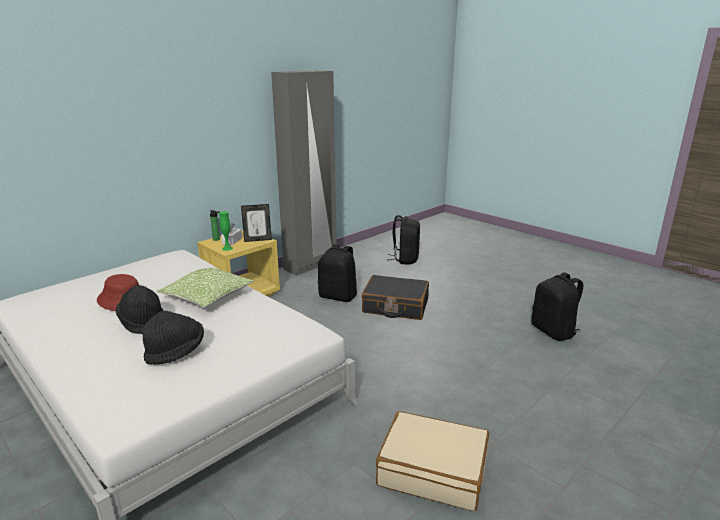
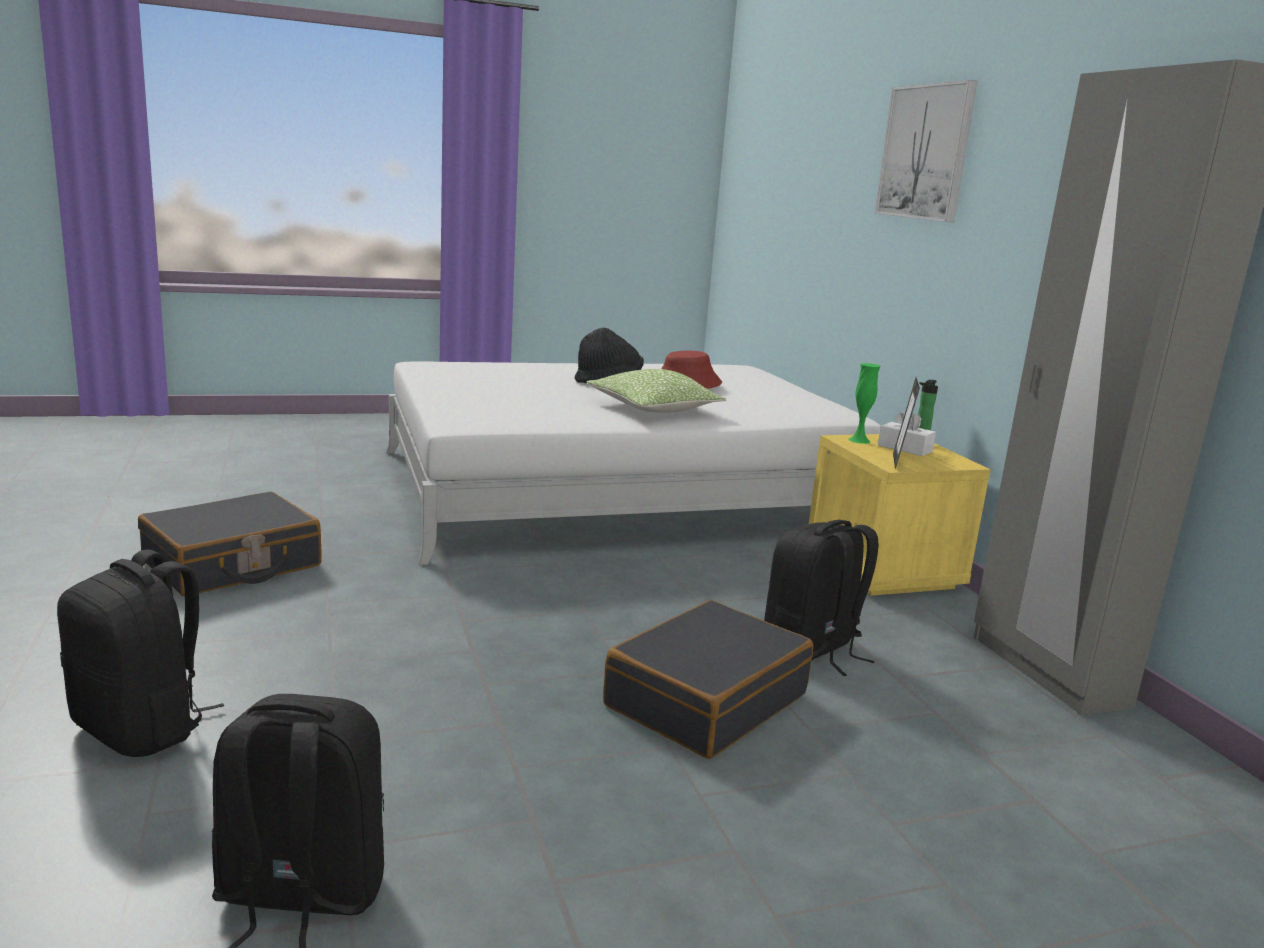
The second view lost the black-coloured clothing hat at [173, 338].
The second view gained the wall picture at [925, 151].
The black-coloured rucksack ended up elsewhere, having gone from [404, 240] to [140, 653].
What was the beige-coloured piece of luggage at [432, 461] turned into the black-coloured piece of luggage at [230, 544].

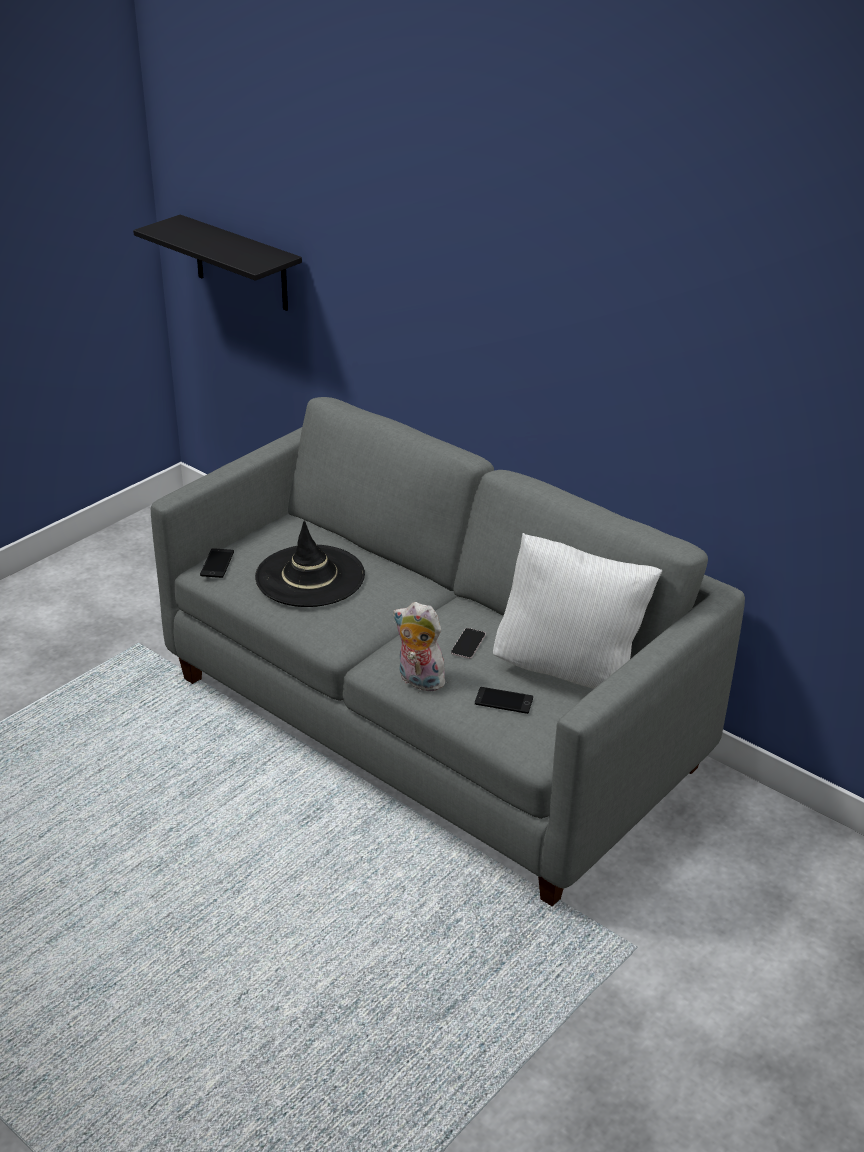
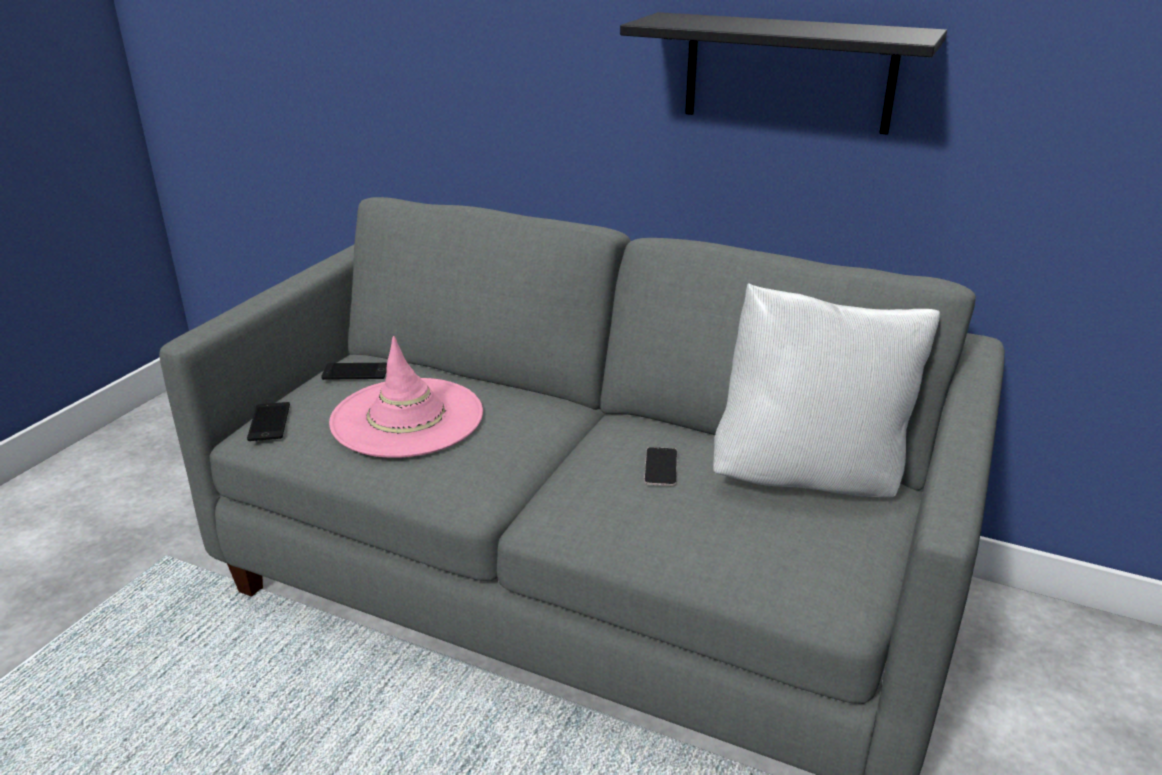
The second view lost the cuddly toy at [419, 646].
The black-coloured shelf ended up elsewhere, having gone from [217, 263] to [783, 73].
The phone ended up elsewhere, having gone from [504, 700] to [354, 371].
What was the black-coloured clothing hat at [310, 564] turned into the pinkish clothing hat at [406, 397].

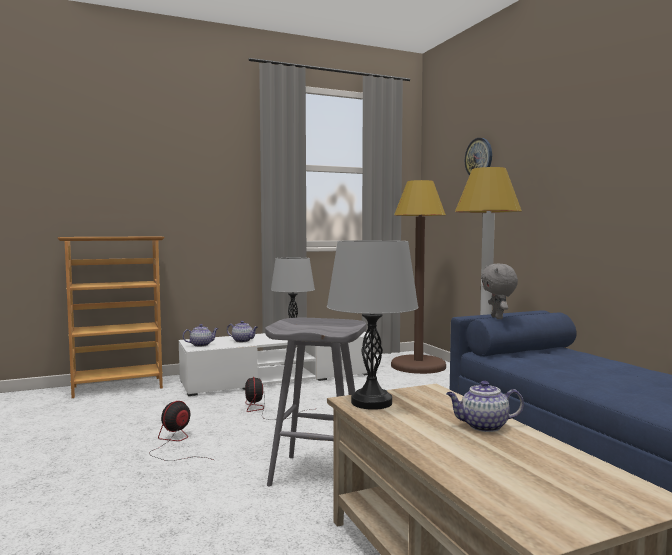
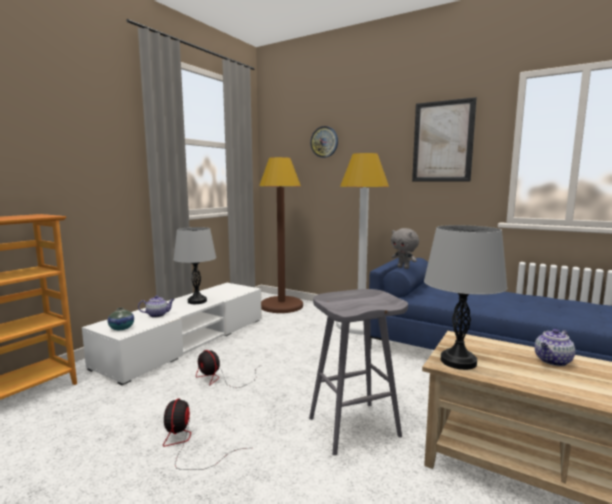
The second view gained the wall picture at [444, 139].
Where the tea pot stood at [201, 335], the flower vase came to stand at [121, 319].

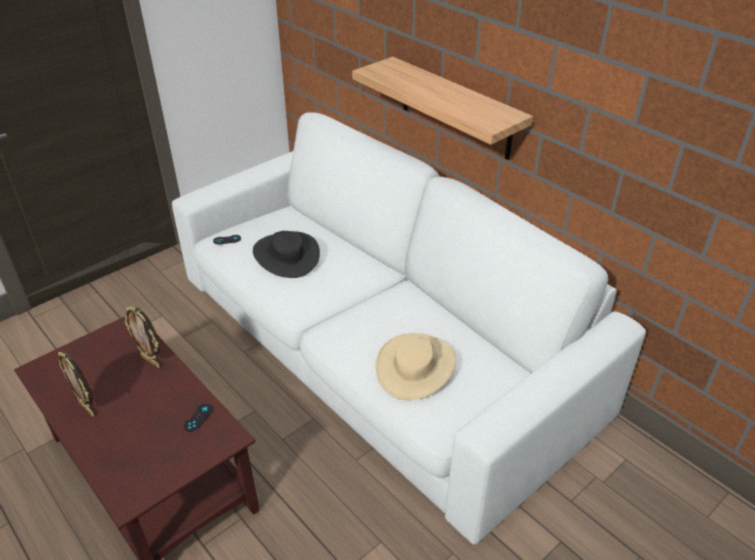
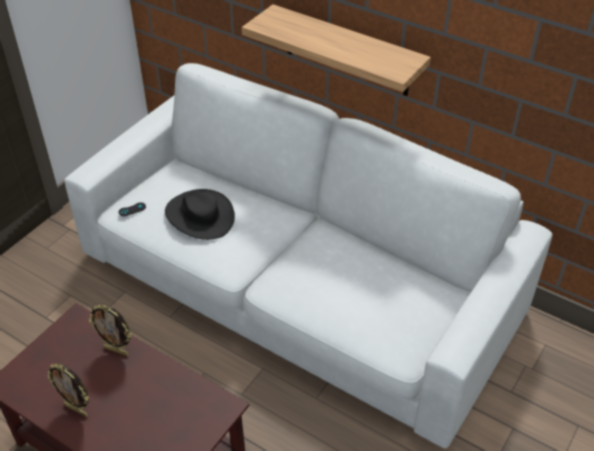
The second view lost the black-coloured game controller at [198, 418].
The second view lost the beige-coloured clothing hat at [416, 366].

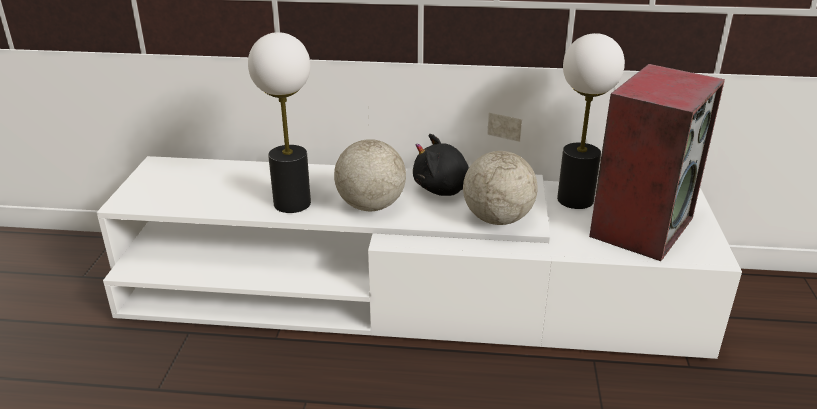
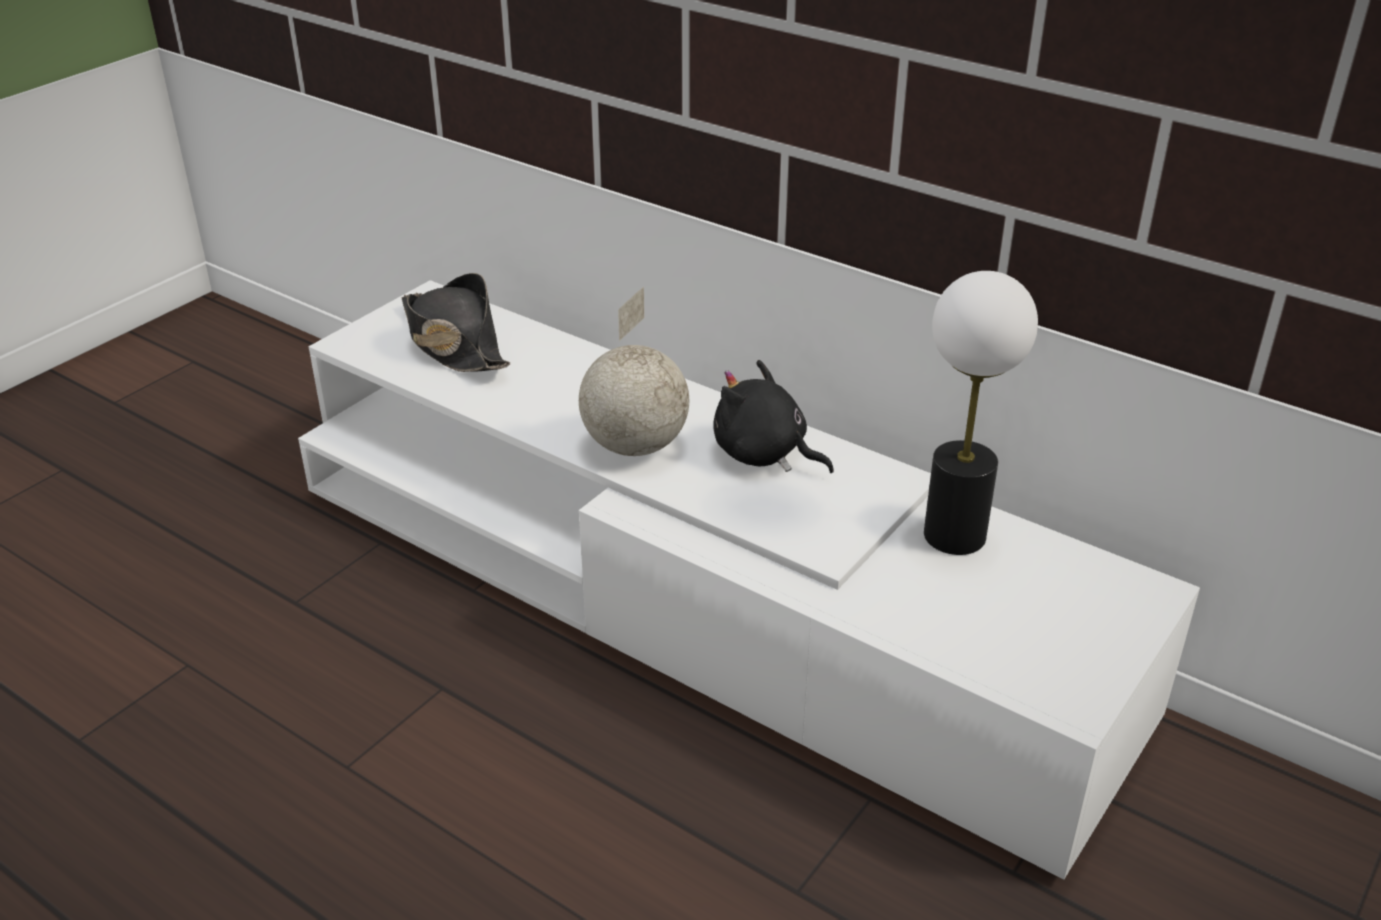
The second view lost the tabletop lamp at [279, 122].
The second view lost the world globe at [500, 169].
The second view lost the audio speaker at [657, 162].
The second view gained the black-coloured clothing hat at [455, 322].

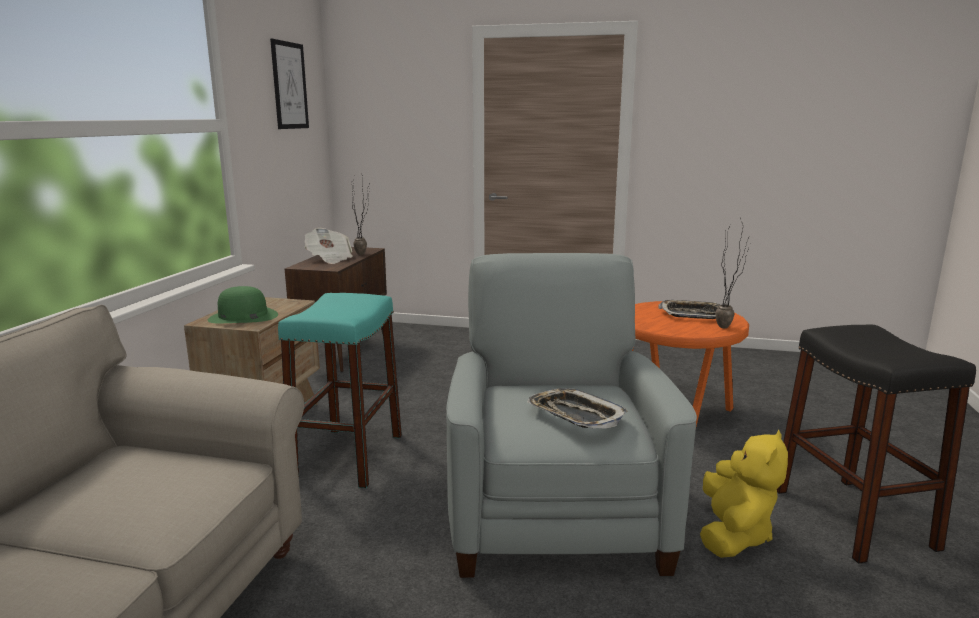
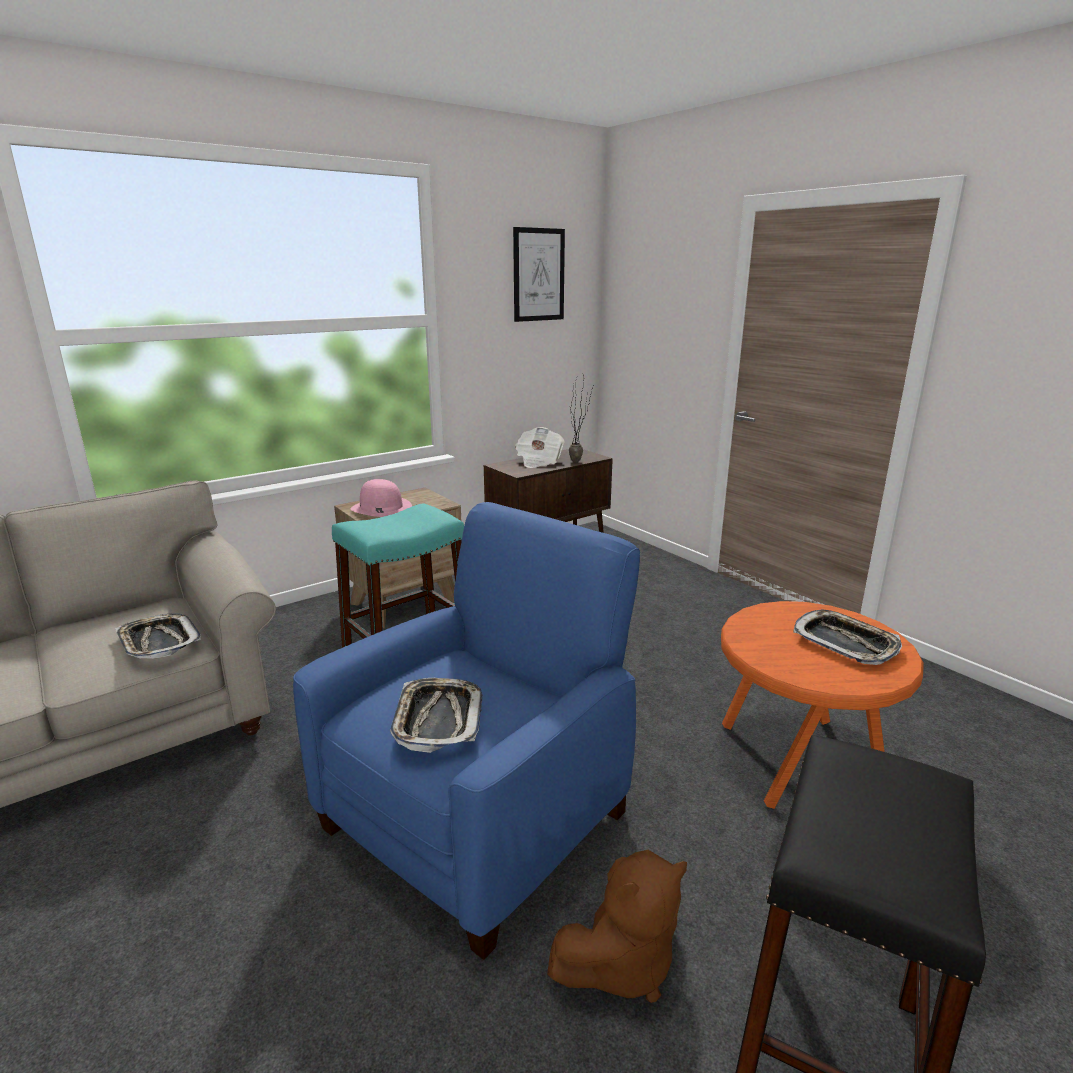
The second view lost the potted plant at [734, 273].
The second view gained the carrying tray at [158, 636].
What was the green clothing hat at [243, 304] turned into the pinkish clothing hat at [381, 498].
What was the grey easy chair at [571, 415] turned into the blue easy chair at [466, 731].
What was the yellow cuddly toy at [744, 494] turned into the brownish cuddly toy at [617, 926].

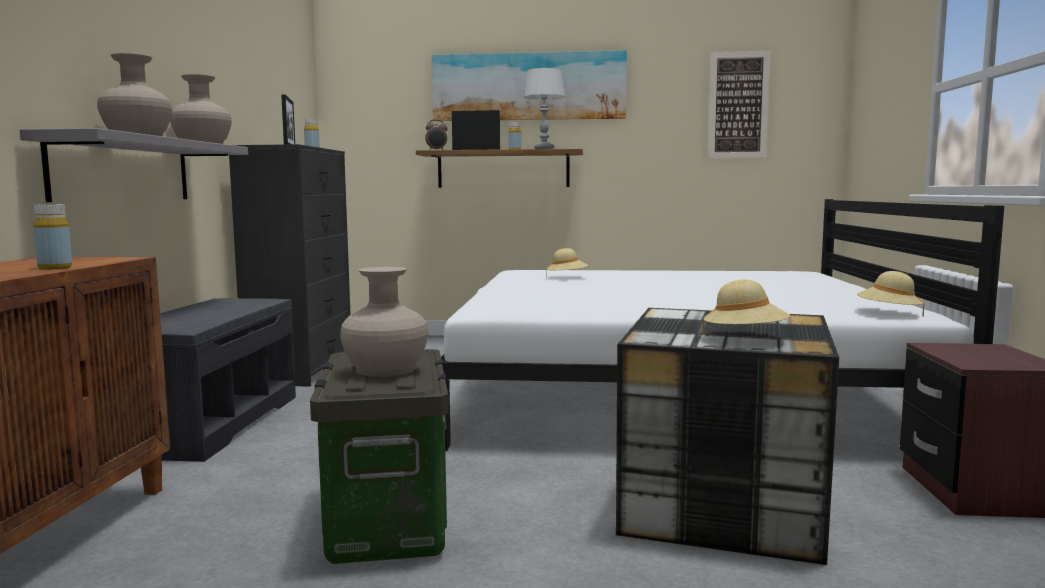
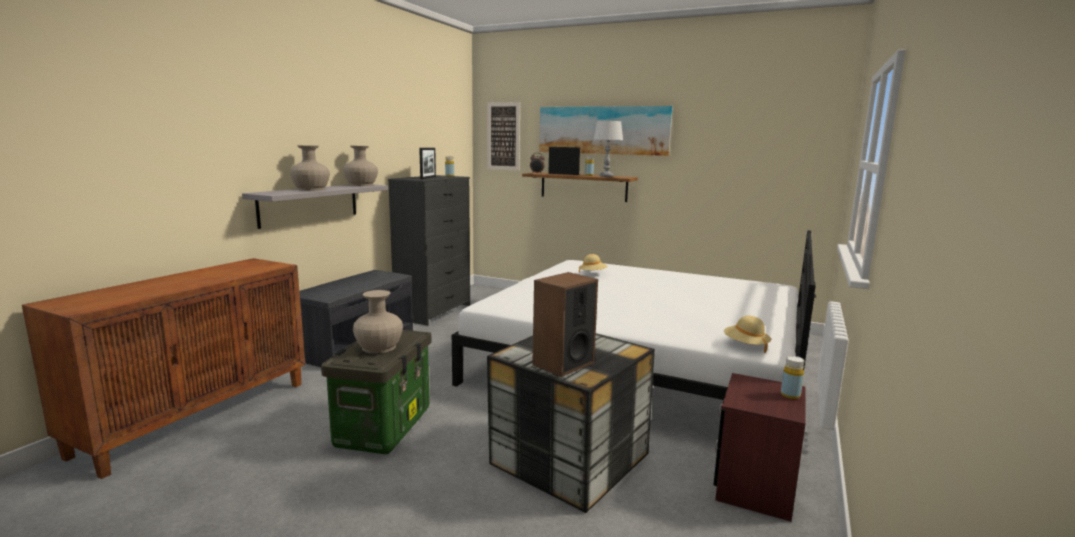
The yellow bottle ended up elsewhere, having gone from [52, 237] to [792, 377].
The wall picture ended up elsewhere, having gone from [739, 104] to [503, 136].
Where the beige-coloured clothing hat stood at [746, 307], the audio speaker came to stand at [565, 324].

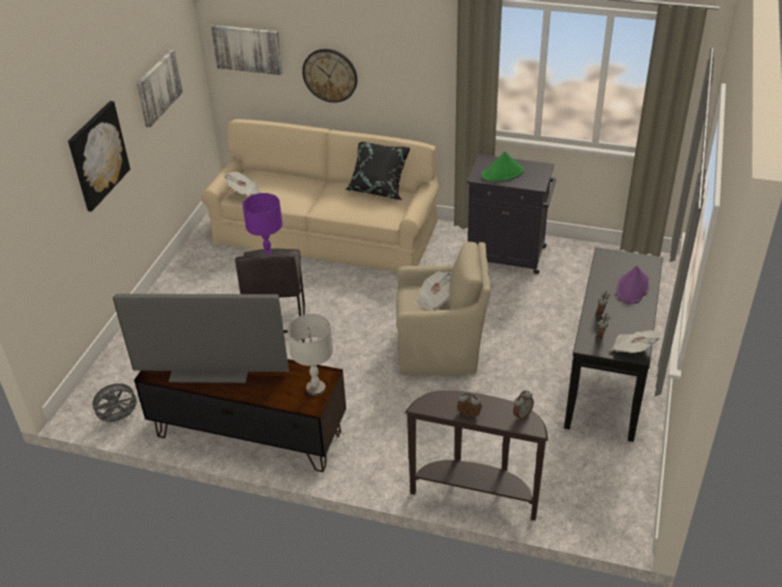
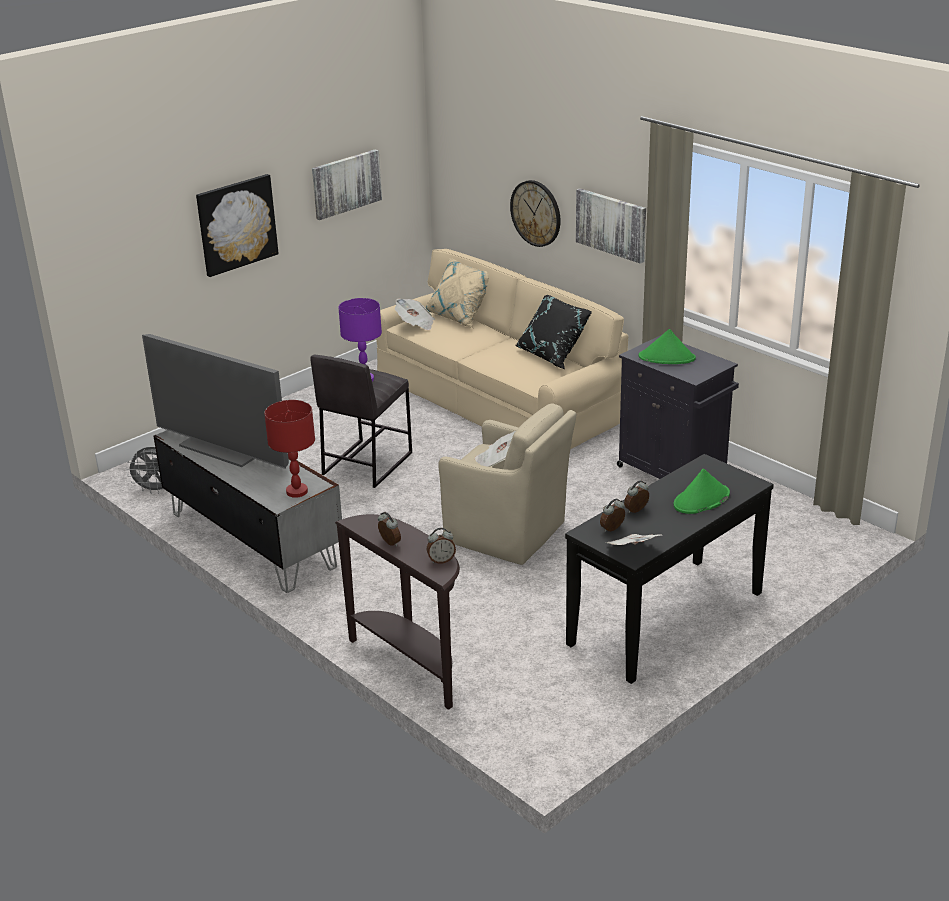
The second view gained the beige-coloured pillow at [457, 293].
The wall picture ended up elsewhere, having gone from [247, 50] to [611, 226].
What was the brownish tv stand at [240, 415] turned into the grey tv stand at [248, 511].
What was the grey tabletop lamp at [310, 355] turned into the red-coloured tabletop lamp at [289, 449].
What was the purple clothing hat at [633, 285] turned into the green clothing hat at [702, 491].

